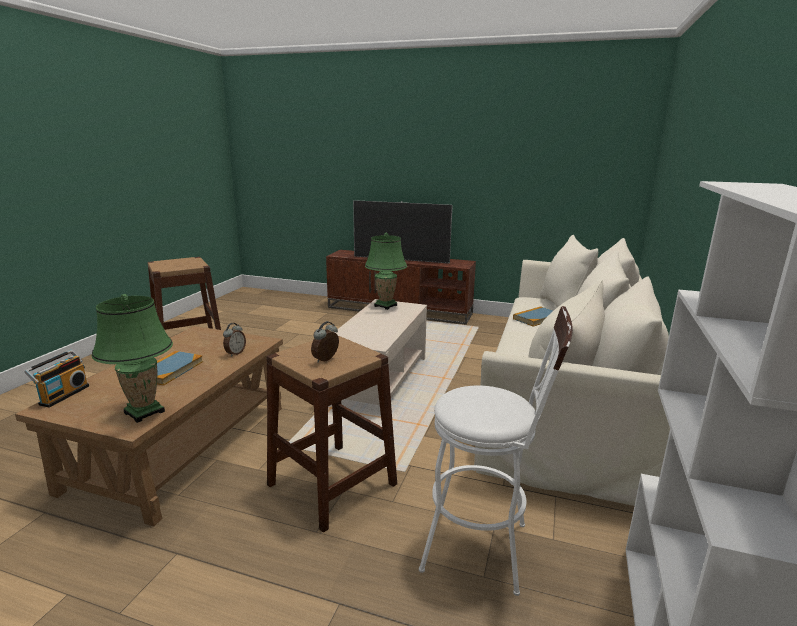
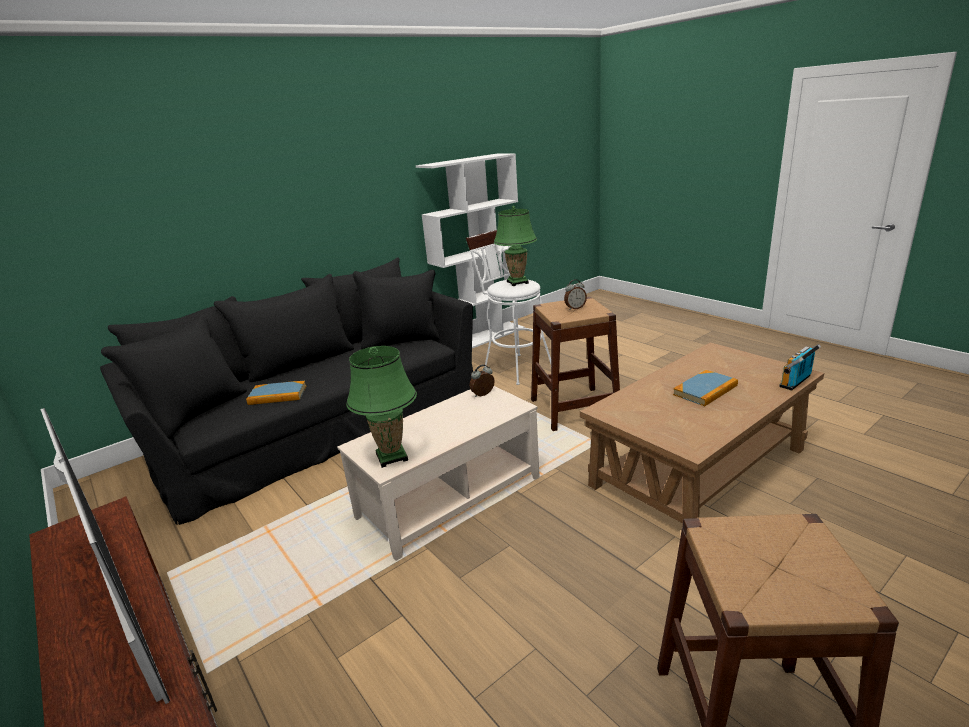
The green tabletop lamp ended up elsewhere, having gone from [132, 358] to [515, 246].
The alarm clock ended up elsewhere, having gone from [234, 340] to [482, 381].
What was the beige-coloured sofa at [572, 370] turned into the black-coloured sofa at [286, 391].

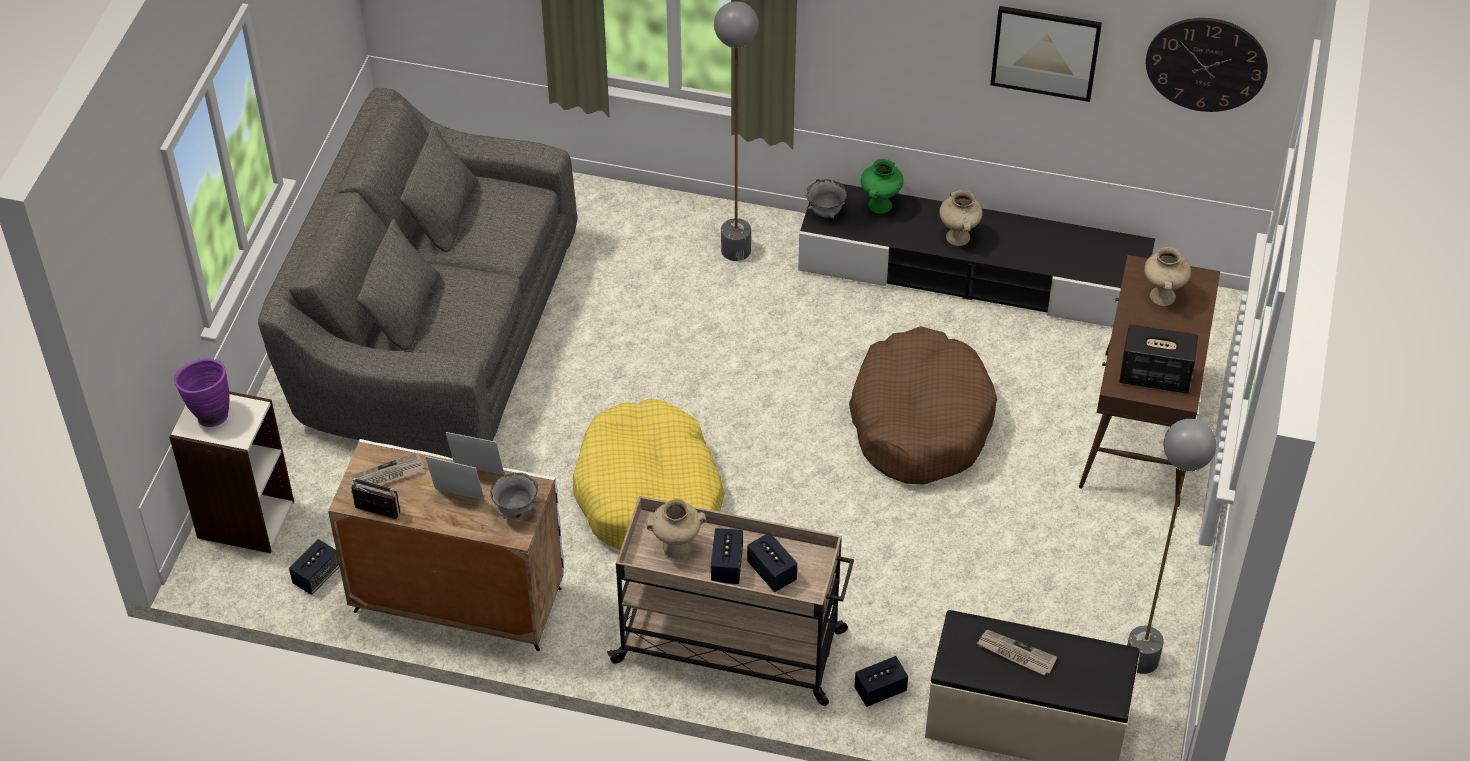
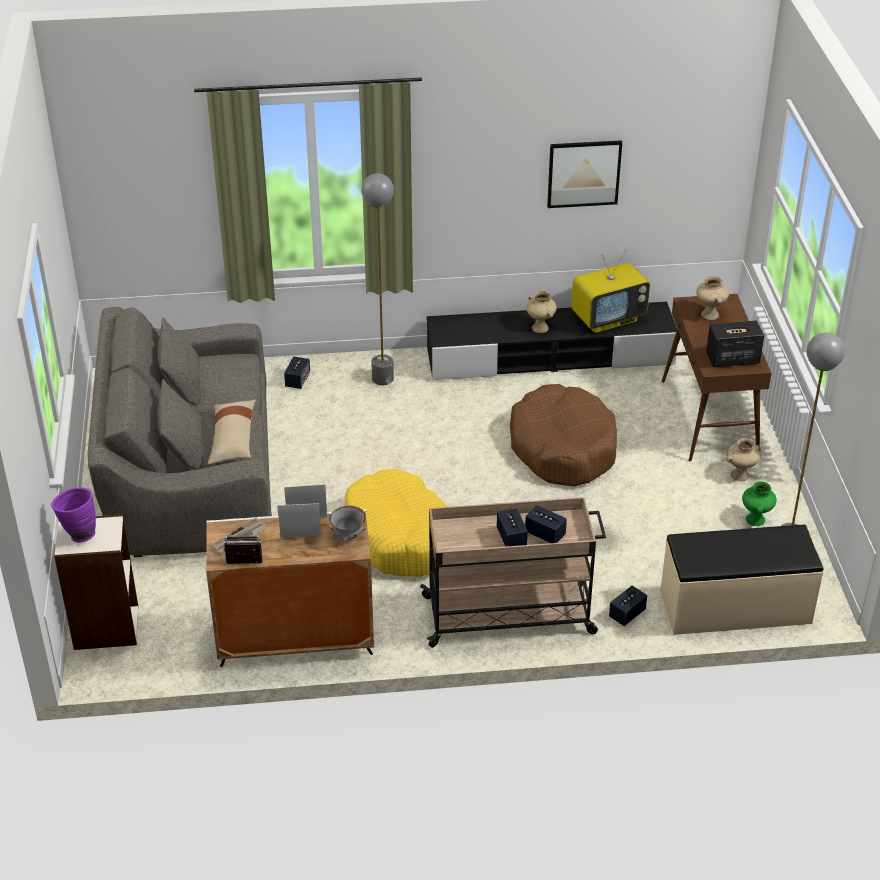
The second view lost the grey deep dish at [826, 198].
The second view lost the newspaper at [1017, 653].
The second view lost the clock on the wall at [1207, 65].
The second view gained the beige-coloured pillow at [232, 431].
The second view gained the TV set at [610, 291].
The audio speaker ended up elsewhere, having gone from [314, 567] to [297, 372].
The beige-coloured flower vase ended up elsewhere, having gone from [676, 528] to [743, 459].
The green flower vase ended up elsewhere, having gone from [882, 186] to [759, 503].

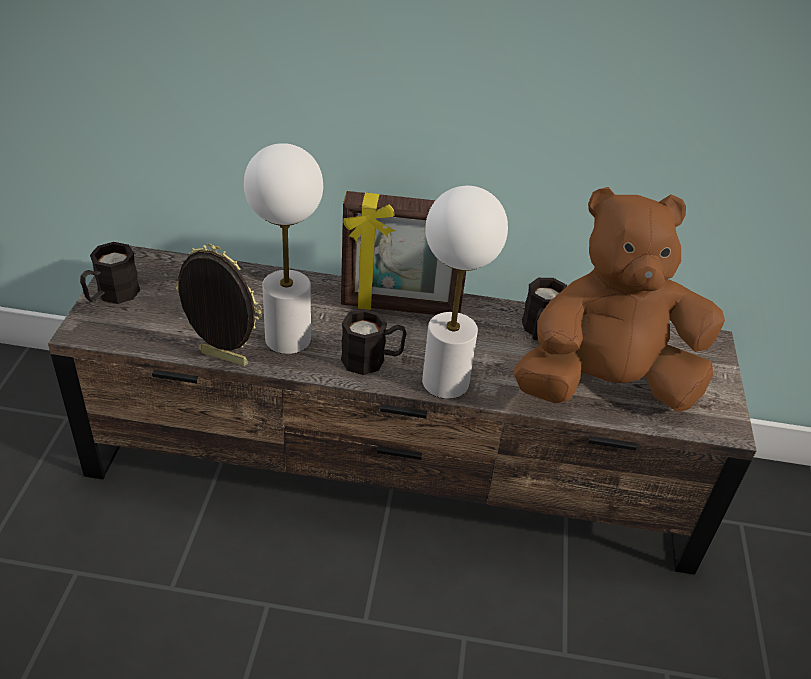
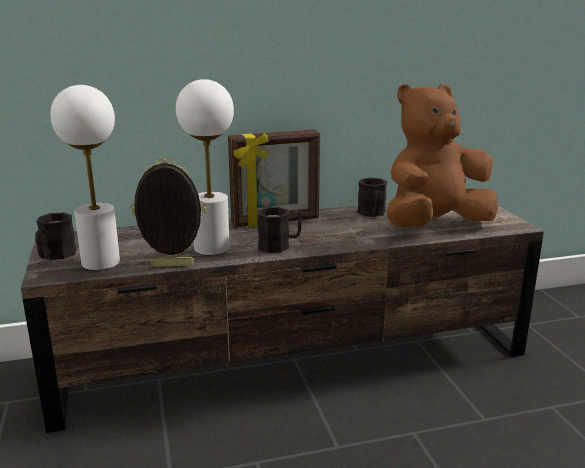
The whitish tabletop lamp ended up elsewhere, having gone from [465, 292] to [85, 177].

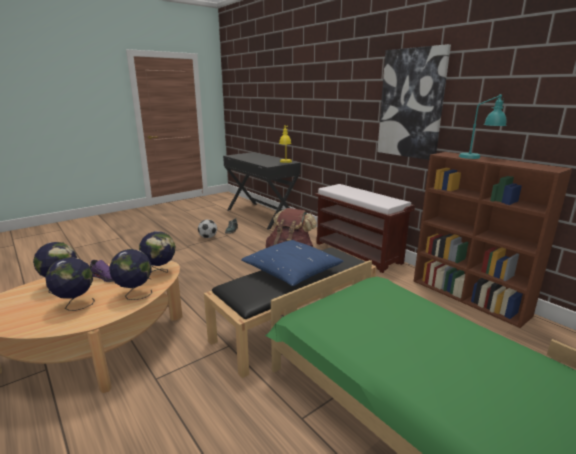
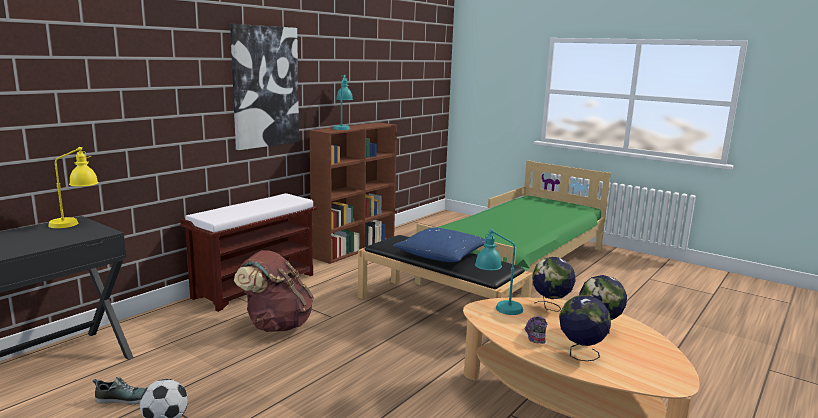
Where the world globe stood at [157, 255], the turquoise-coloured tabletop lamp came to stand at [499, 272].

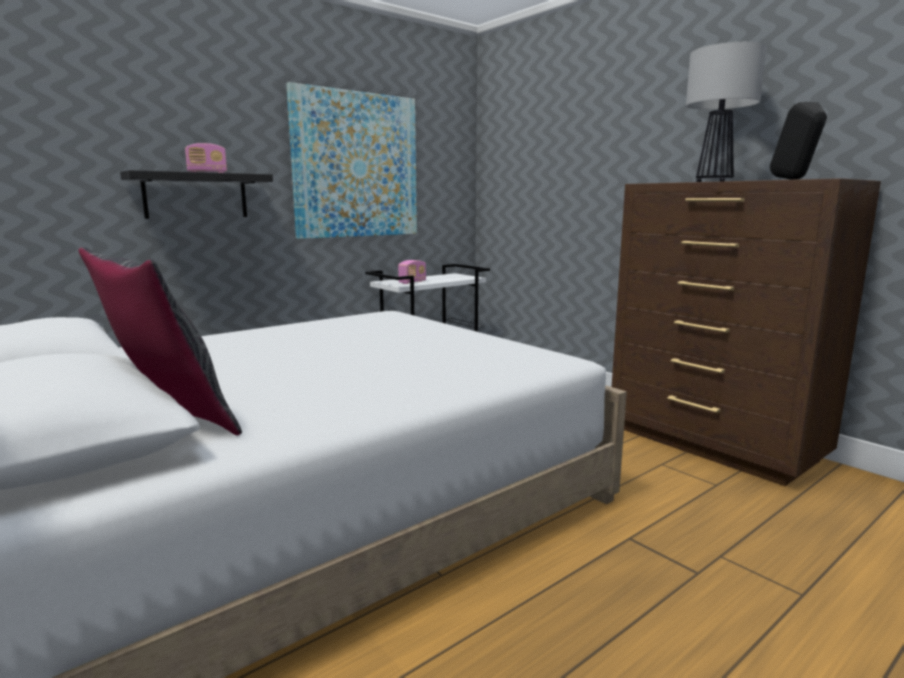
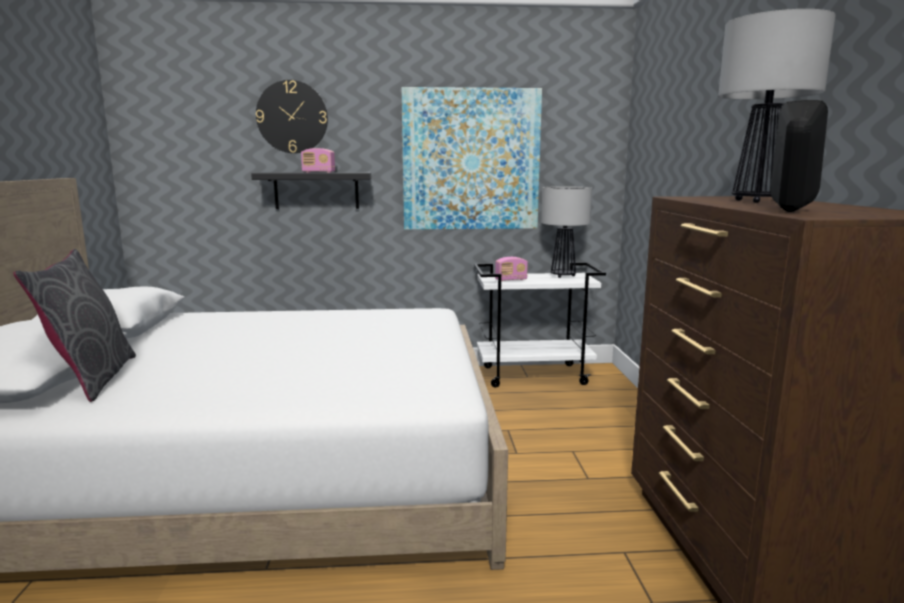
The second view gained the clock on the wall at [292, 116].
The second view gained the tabletop lamp at [566, 232].

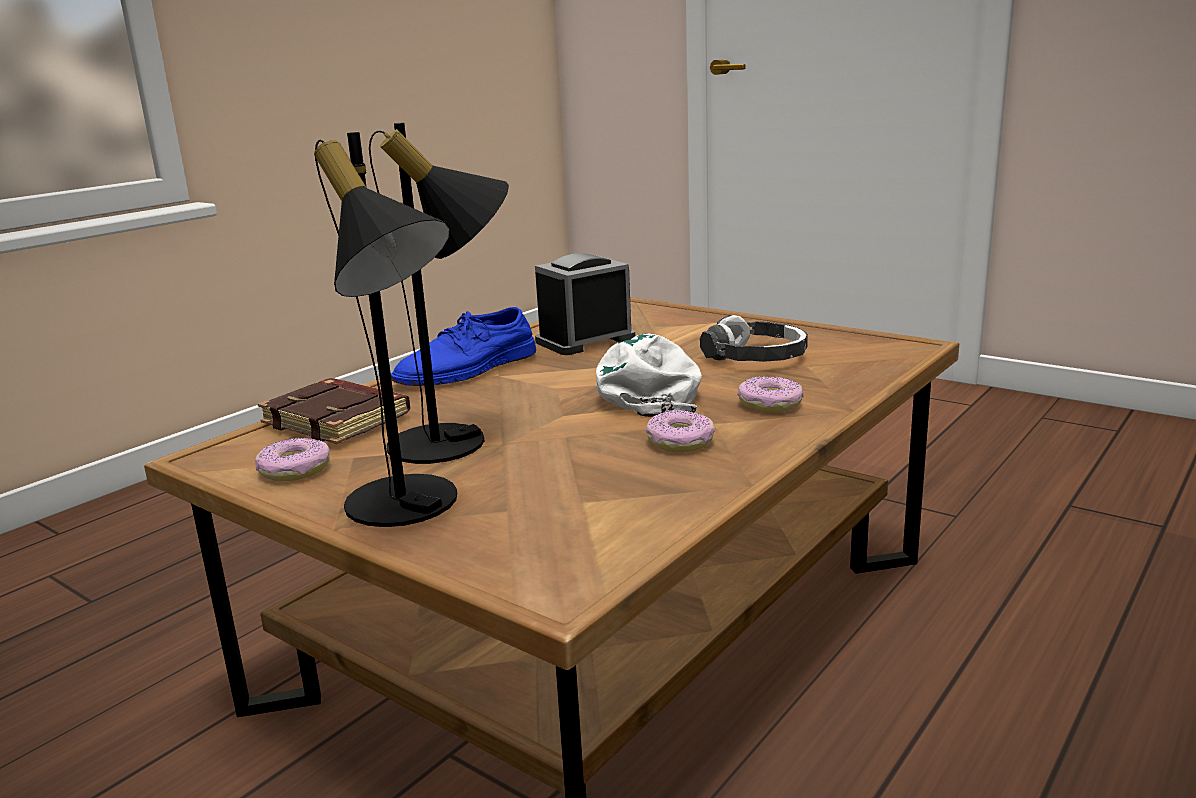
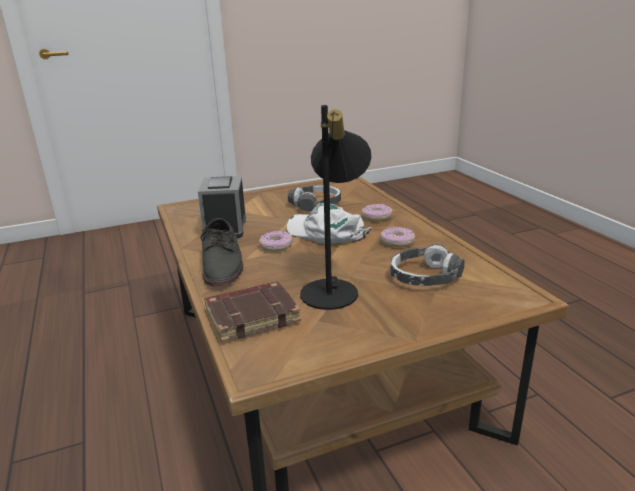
The second view lost the black-coloured tabletop lamp at [385, 329].
The second view gained the headphones at [428, 265].
The donut ended up elsewhere, having gone from [292, 459] to [276, 241].
What was the blue low shoe at [463, 346] turned into the grey low shoe at [221, 252].

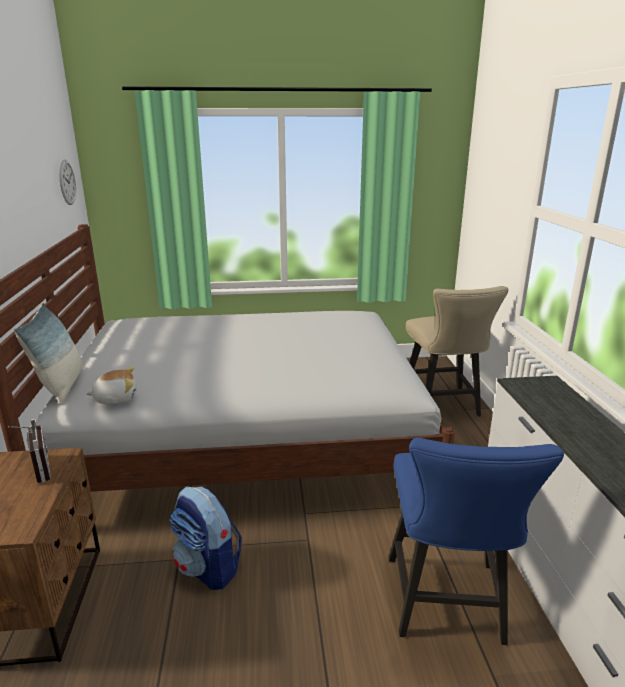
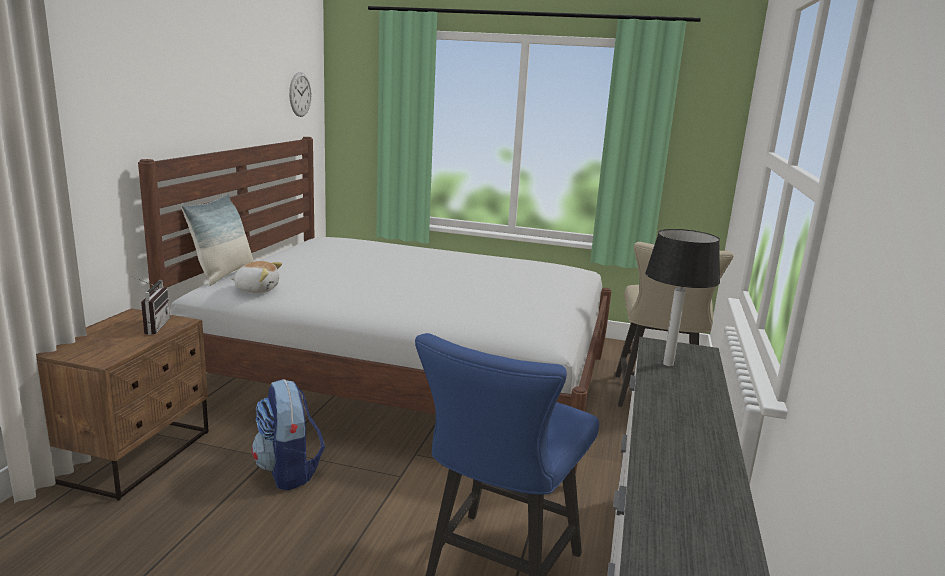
The second view gained the tabletop lamp at [682, 297].

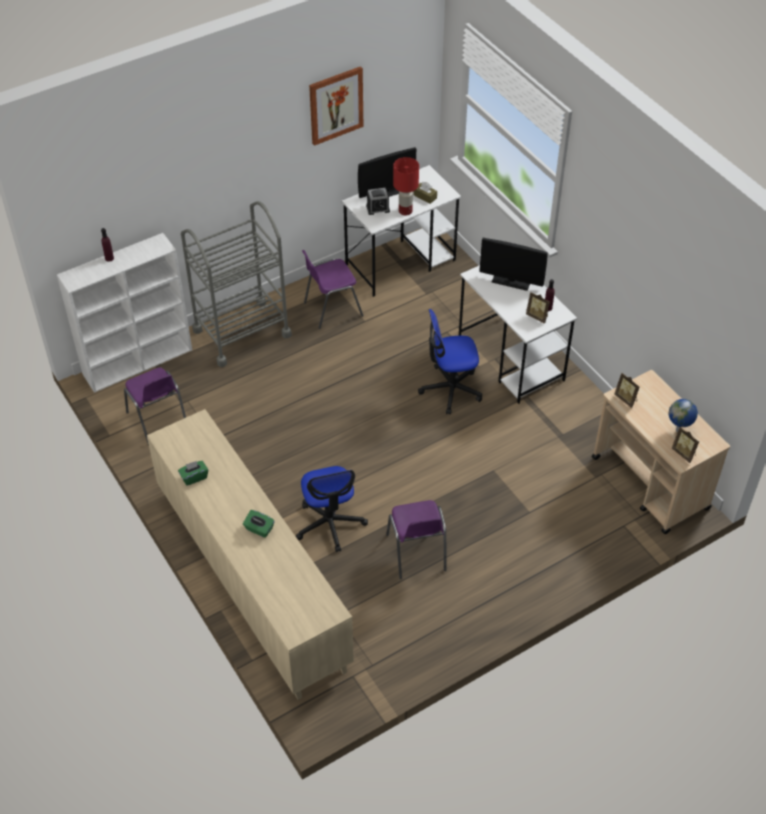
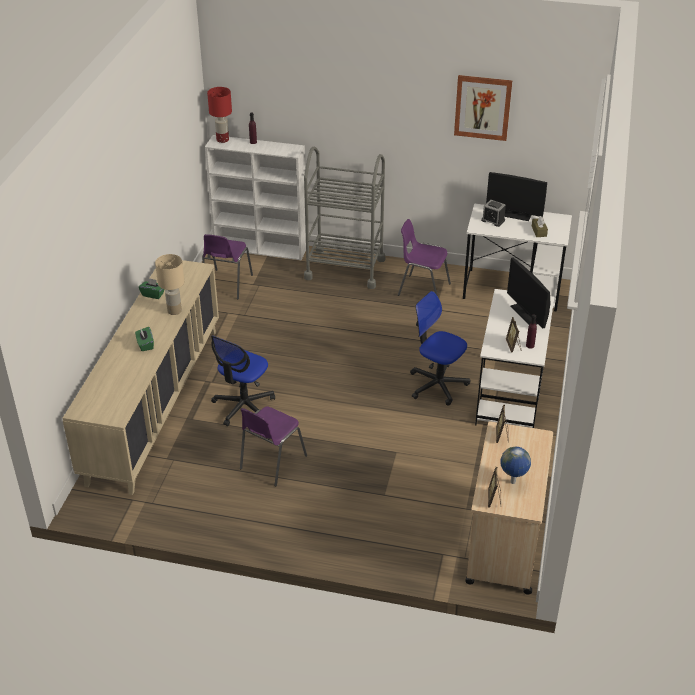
The second view gained the beige-coloured tabletop lamp at [169, 284].
The red-coloured tabletop lamp ended up elsewhere, having gone from [406, 186] to [219, 115].

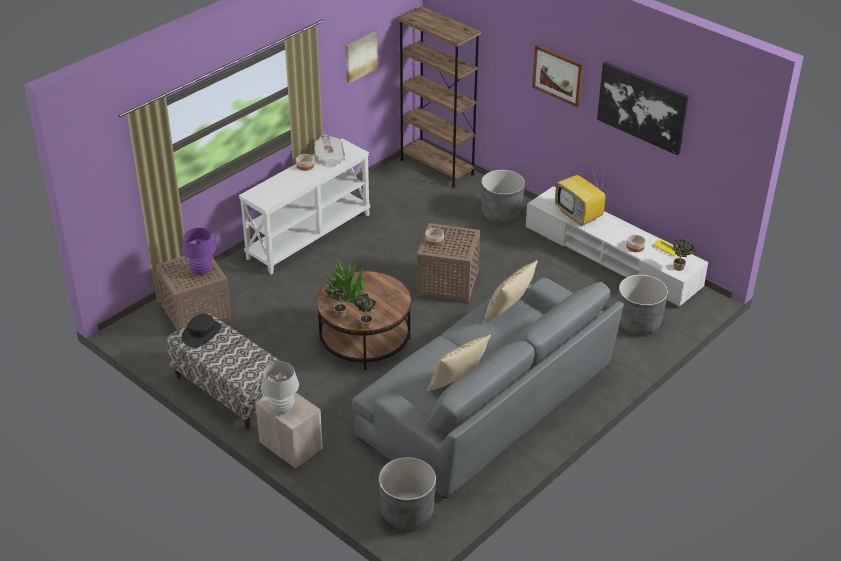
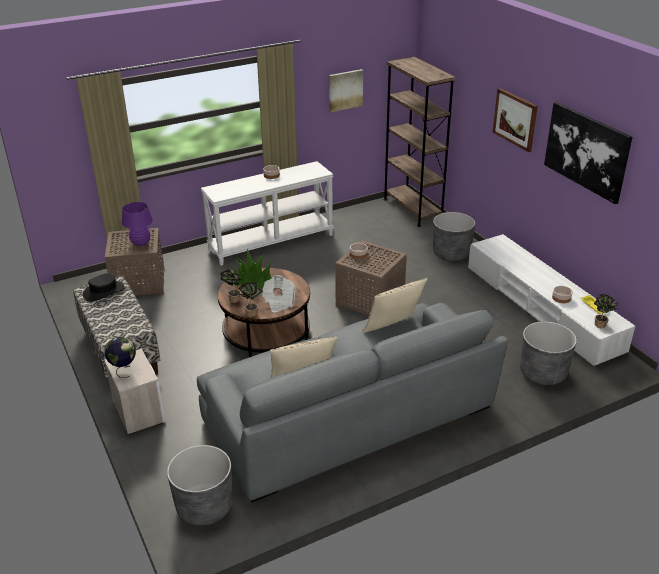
The second view lost the TV set at [580, 199].
The newspaper ended up elsewhere, having gone from [329, 151] to [278, 294].
Where the whitish tabletop lamp stood at [280, 387], the world globe came to stand at [120, 357].

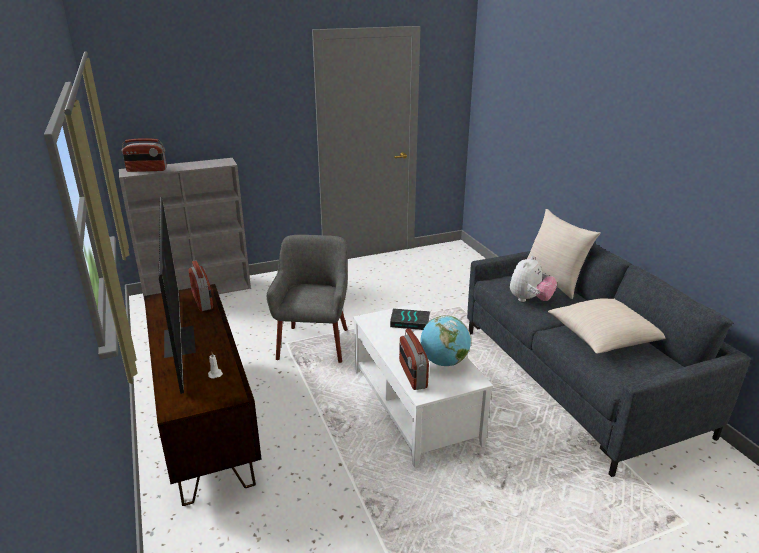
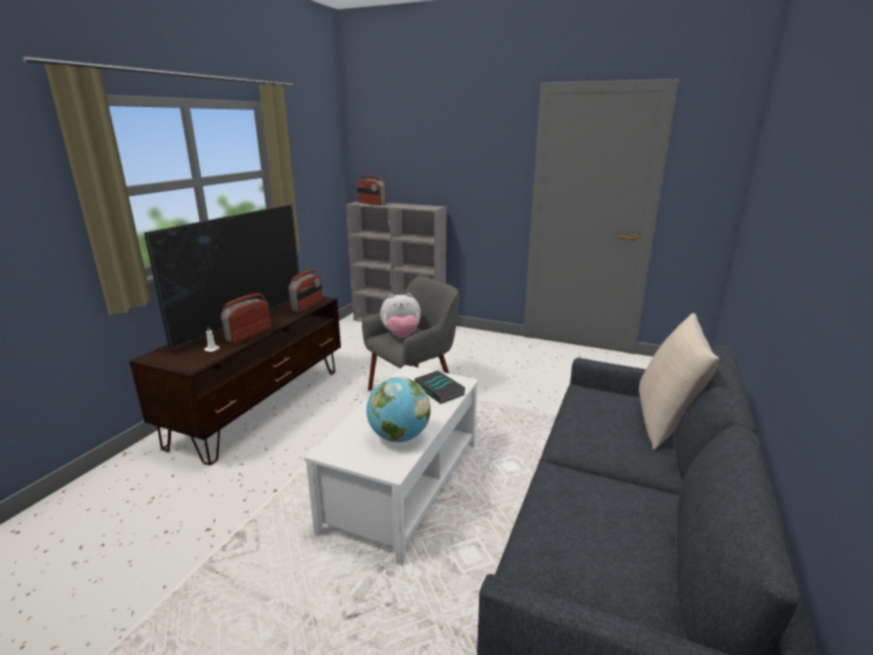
The second view lost the beige-coloured pillow at [606, 326].
The radio ended up elsewhere, having gone from [414, 359] to [246, 318].
The cuddly toy ended up elsewhere, having gone from [533, 279] to [400, 315].

